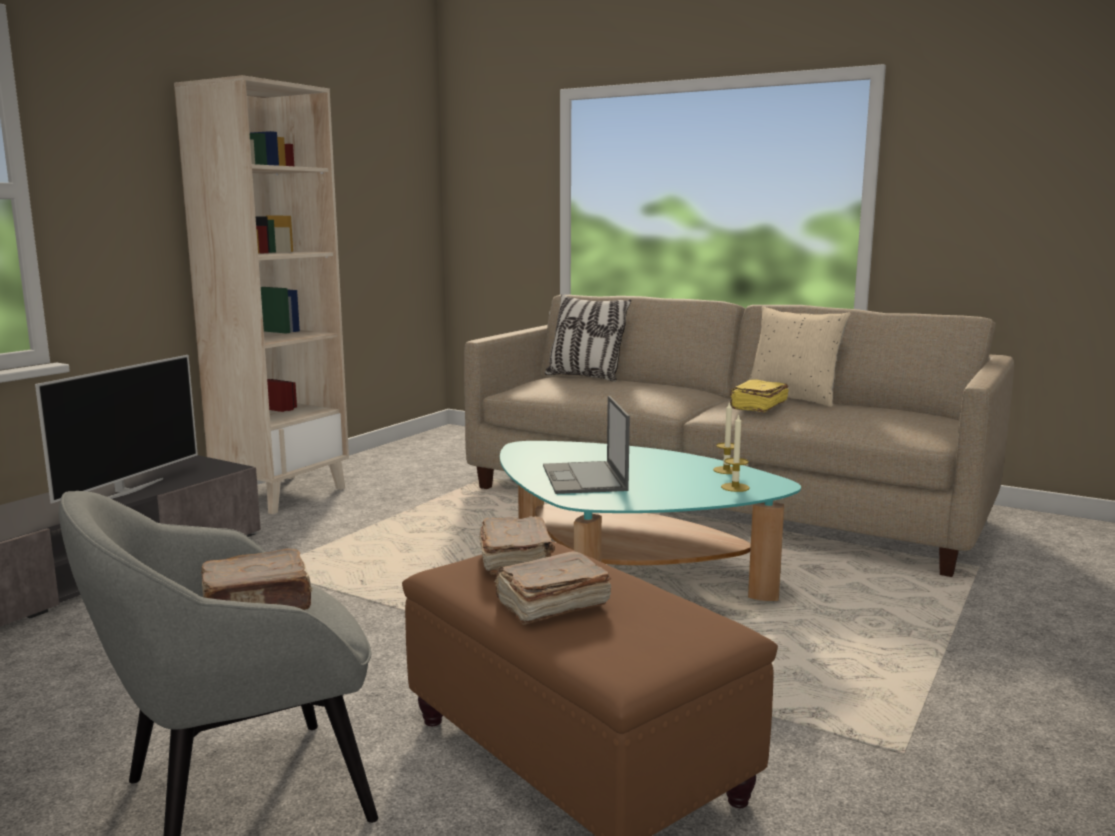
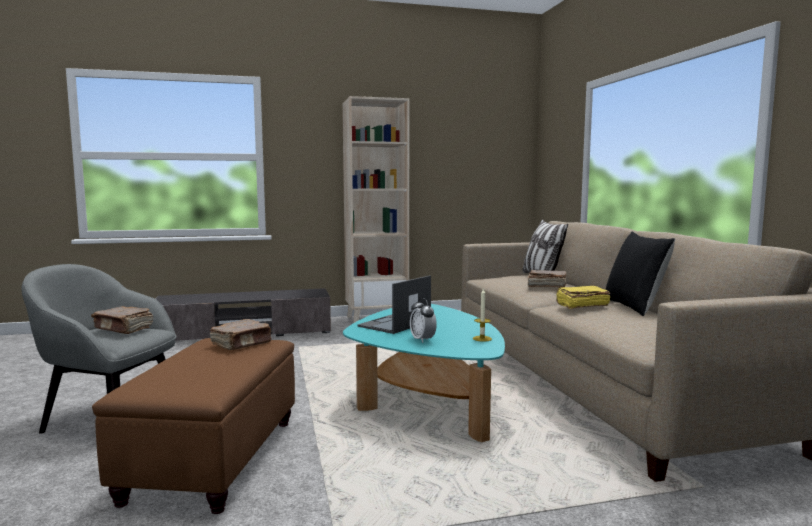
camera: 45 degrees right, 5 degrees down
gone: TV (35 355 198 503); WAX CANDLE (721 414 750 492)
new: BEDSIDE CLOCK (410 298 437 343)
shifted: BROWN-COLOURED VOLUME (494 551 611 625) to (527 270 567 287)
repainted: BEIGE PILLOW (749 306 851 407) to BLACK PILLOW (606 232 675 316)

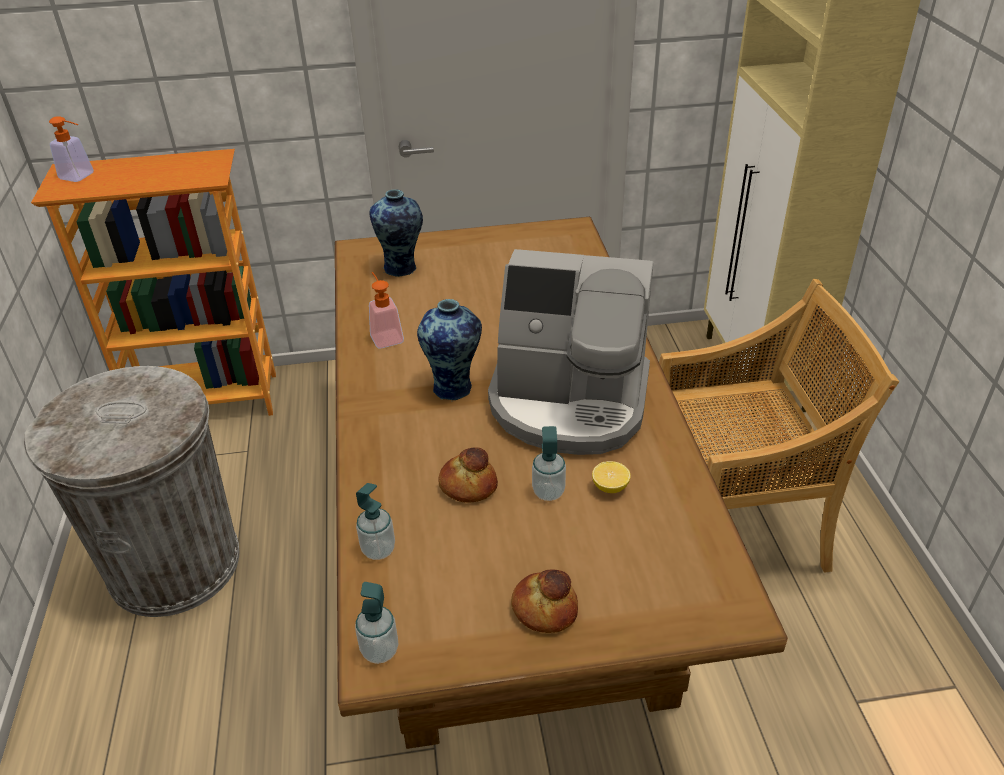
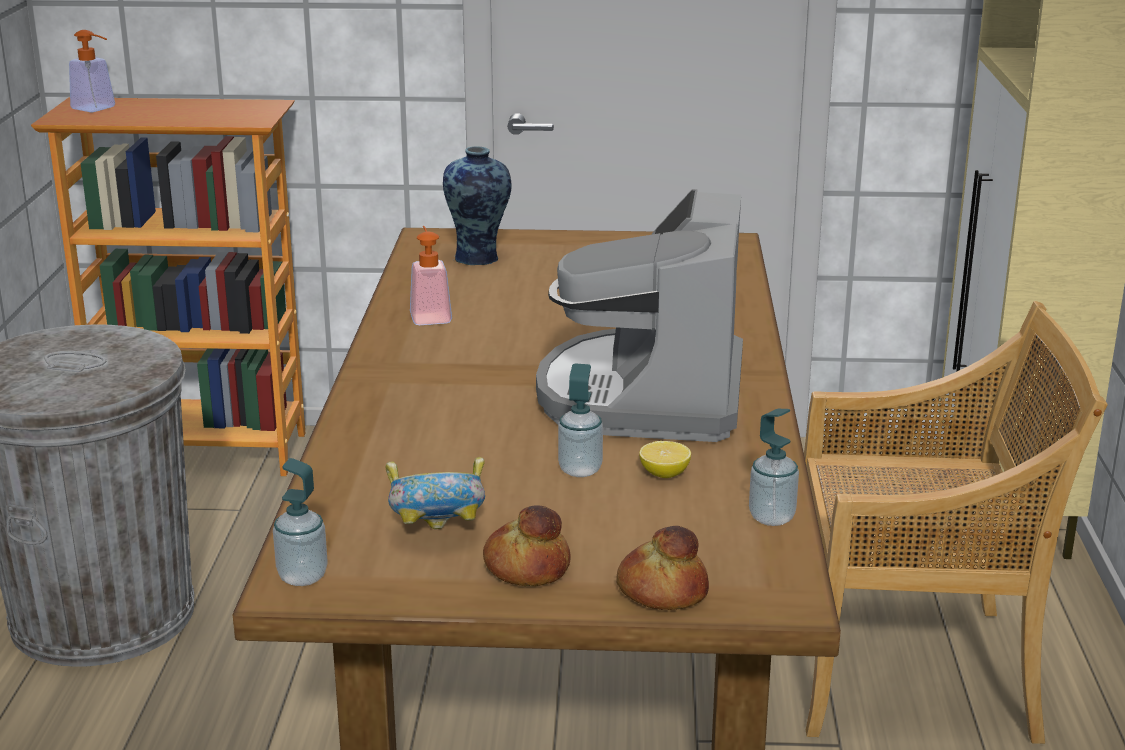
camera: 10 degrees right, 15 degrees down
gone: VASE (417 299 482 402)
new: SERVING BOWL (386 457 485 529)
shifted: SOAP DISPENSER (356 483 395 560) to (749 409 799 526); BAKED BREAD (438 447 498 503) to (616 526 709 610)
rotated: COFFEE MAKER (488 249 653 455) = (536 189 743 442) 75 degrees clockwise

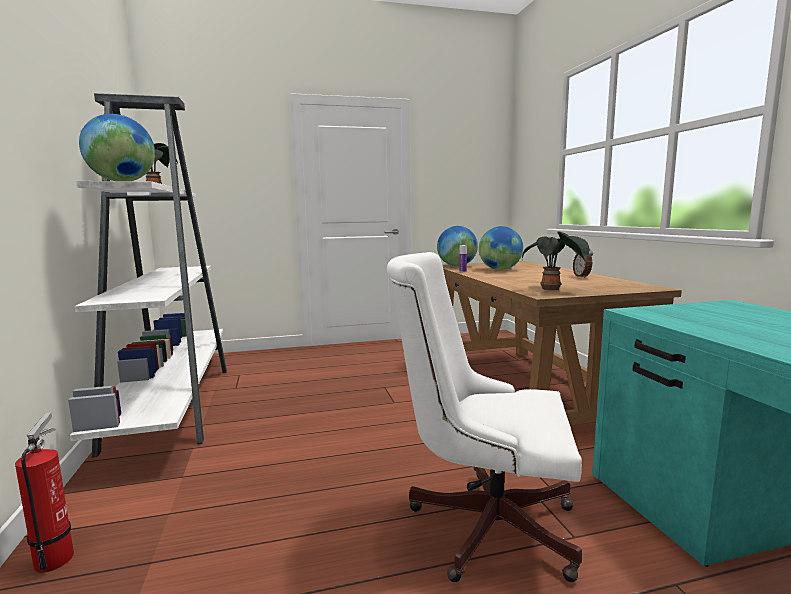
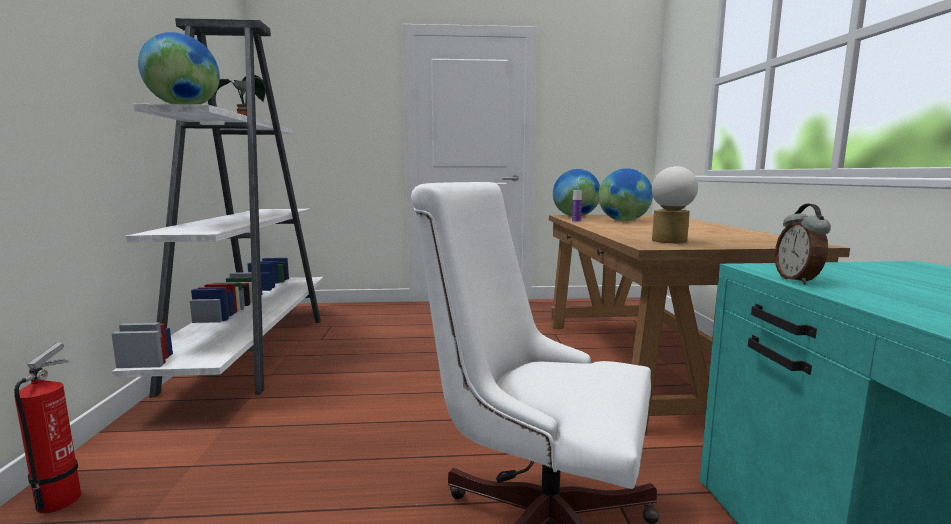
camera: 10 degrees right, 0 degrees up
shifted: BEDSIDE CLOCK (573 249 593 278) to (775 203 831 284)
swapped: POTTED PLANT (522 232 589 290) to TABLE LAMP (652 166 698 243)

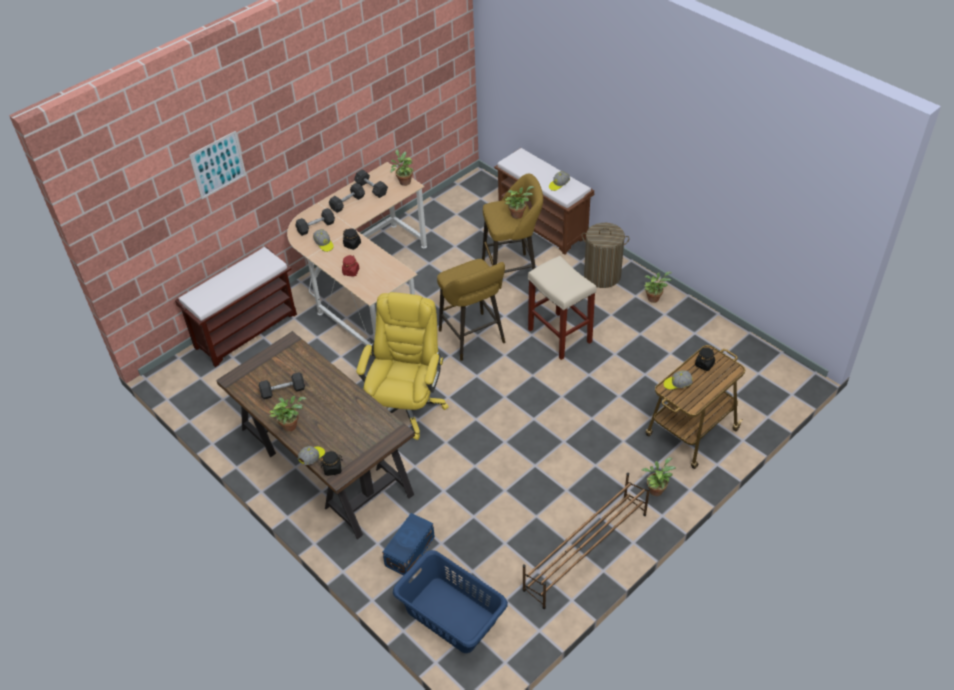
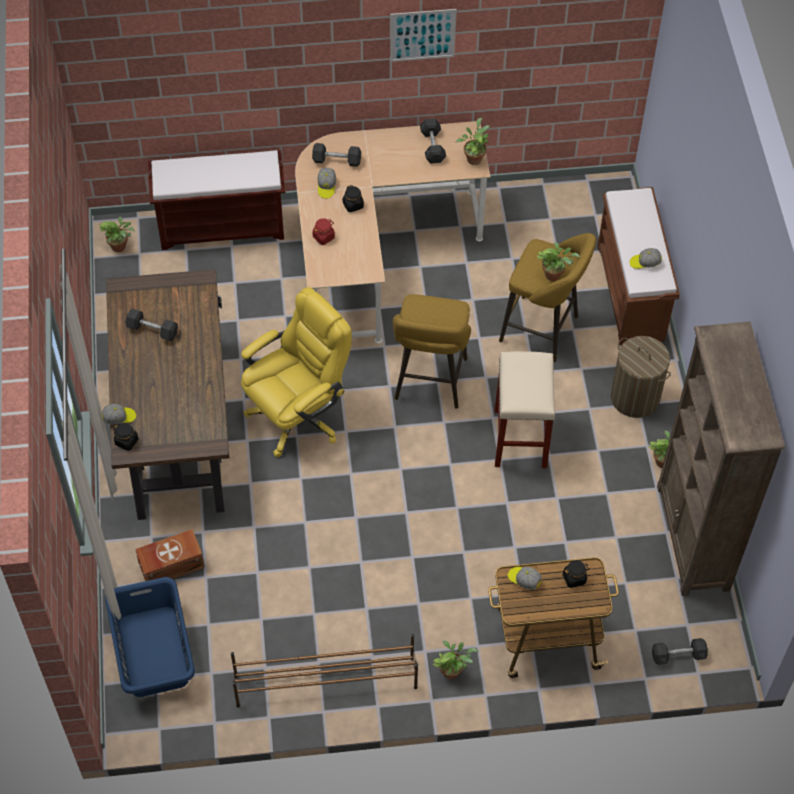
camera: 35 degrees right, 10 degrees up
new: BROWN-COLOURED BOOKSHELF (657 322 785 596)
shifted: PICTURE (189 131 246 199) to (390 9 457 62); POTTED PLANT (269 396 307 432) to (99 216 135 252); GREY DUMBBELL (329 183 365 213) to (652 638 708 665)
repainted: BLUISH STORAGE BIN (382 513 435 576) to BROWN-COLOURED STORAGE BIN (135 529 205 581)

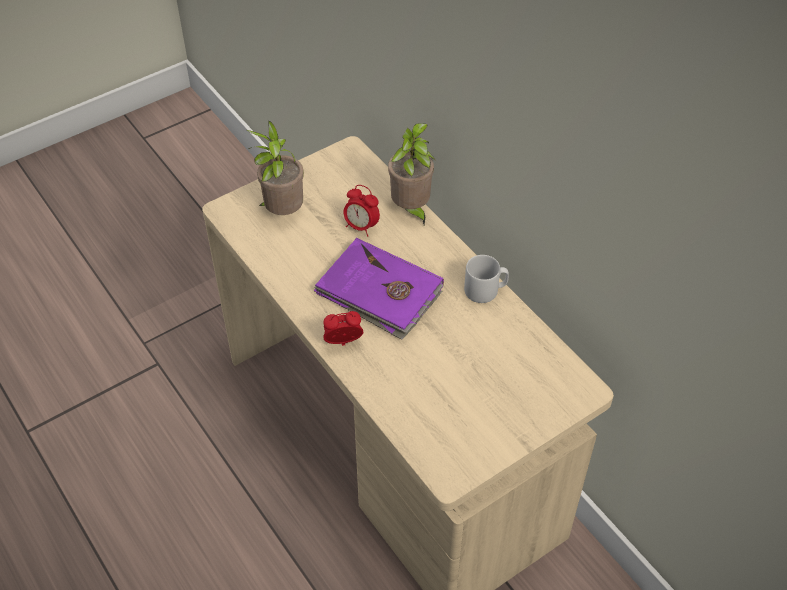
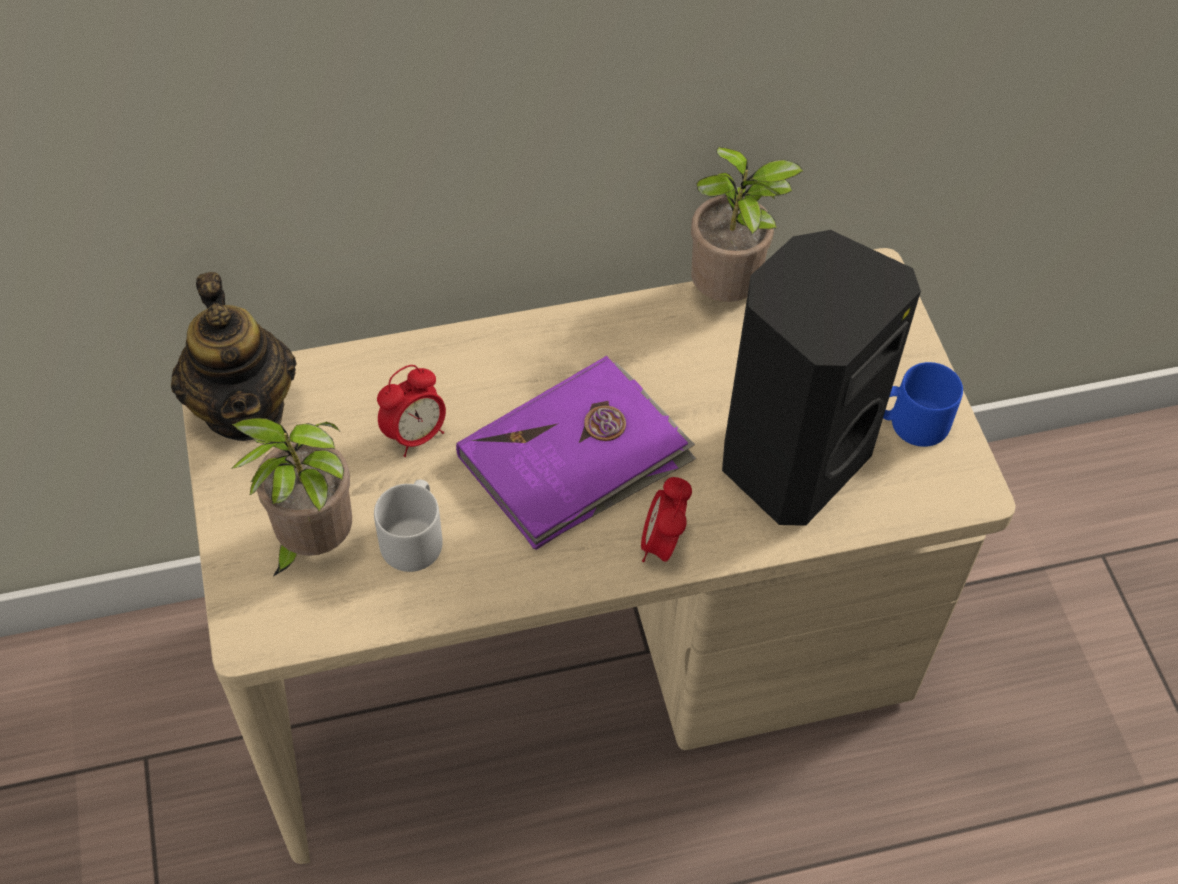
camera: 70 degrees left, 5 degrees up
new: POT FOR TEA (171 272 296 441); BLACK SPEAKER (722 230 921 526); BLUISH TEA MUG (883 362 963 447)
shifted: POTTED PLANT (388 123 435 225) to (691 147 804 302); GREY TEA MUG (464 255 509 303) to (374 480 443 572)

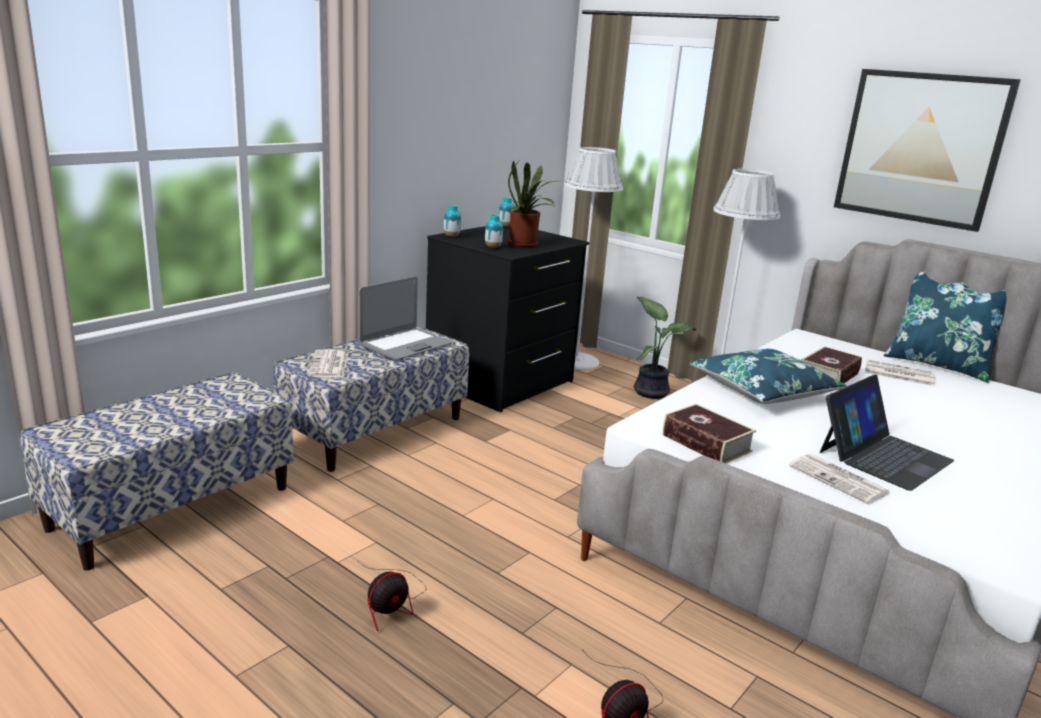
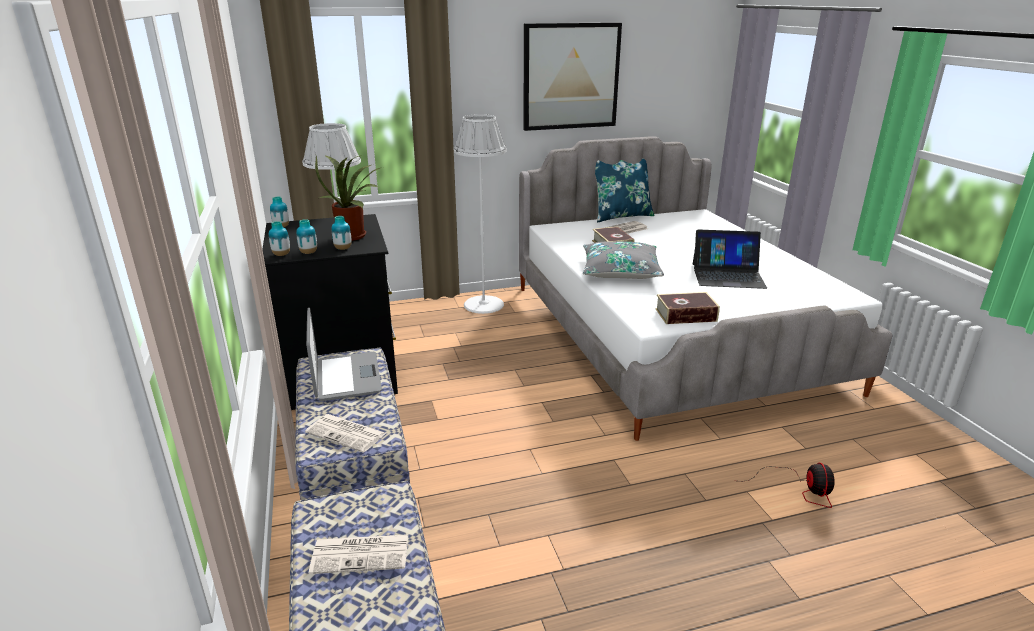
camera: 55 degrees left, 5 degrees up
gone: ELECTRIC FAN (358 561 426 631); POTTED PLANT (634 297 696 399)
new: VASE (296 219 317 254)
shifted: DAILY PAPER (789 454 891 504) to (309 534 408 574)
repainted: BLUISH PILLOW (690 349 847 404) to GREY PILLOW (583 241 664 279)
rotated: PORTABLE COMPUTER (820 375 954 491) = (693 229 767 289) 105 degrees clockwise

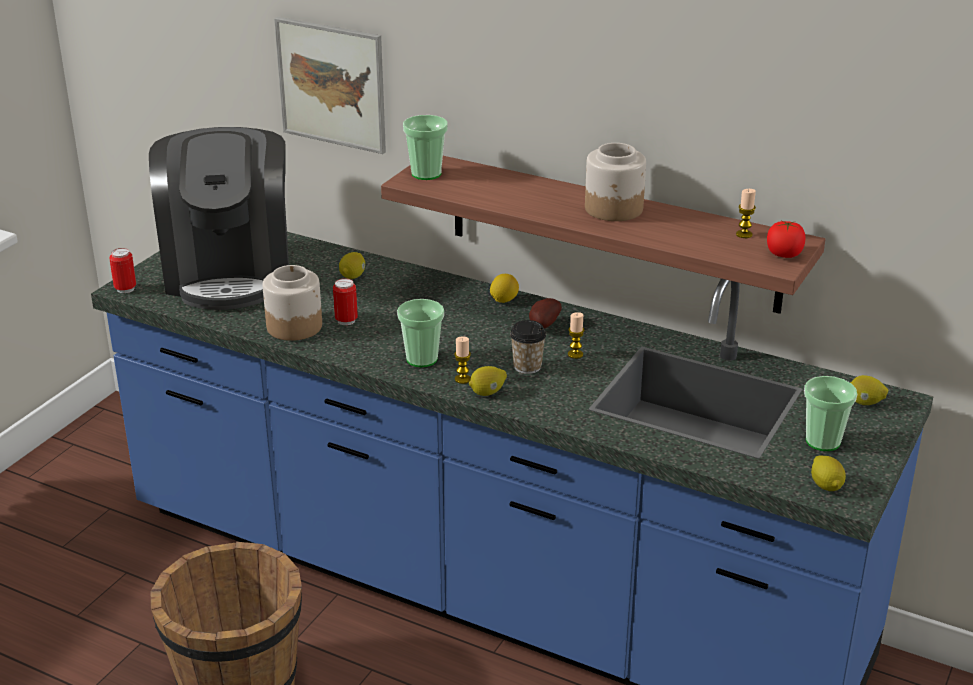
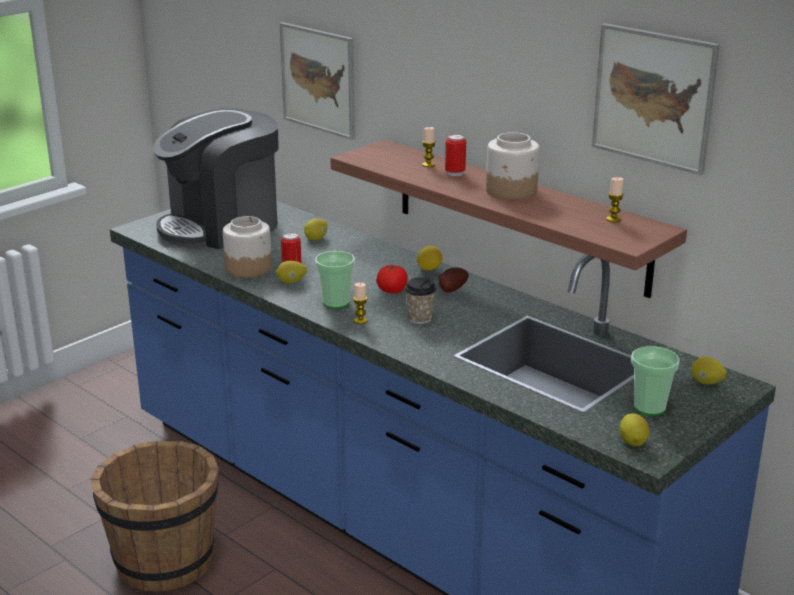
camera: 15 degrees right, 5 degrees down
gone: CUP (403 115 448 180)
new: PICTURE (592 23 720 175)
shifted: METAL CAN (109 248 136 293) to (445 134 466 176); WHOLE LEMON (469 366 507 396) to (275 261 307 284); WAX CANDLE (568 312 584 359) to (422 127 436 167); TOMATO (767 221 806 258) to (377 265 408 293)
rotated: COFFEE MAKER (149 127 289 310) = (153 108 279 249) 45 degrees clockwise

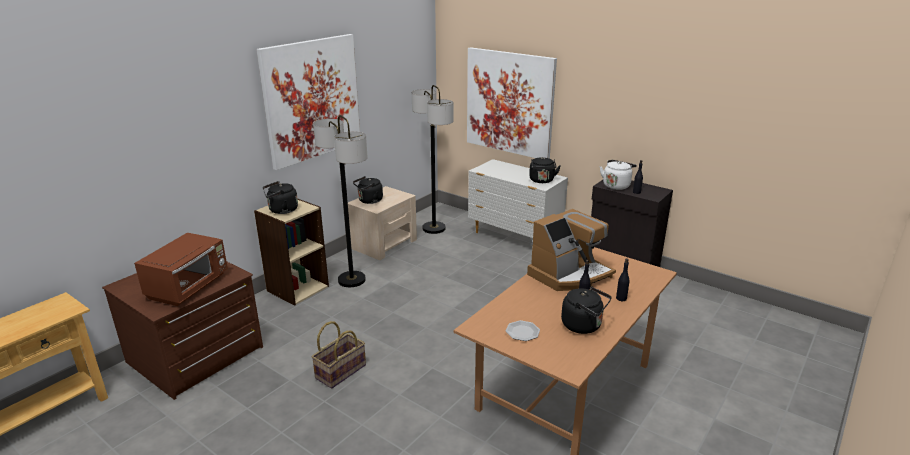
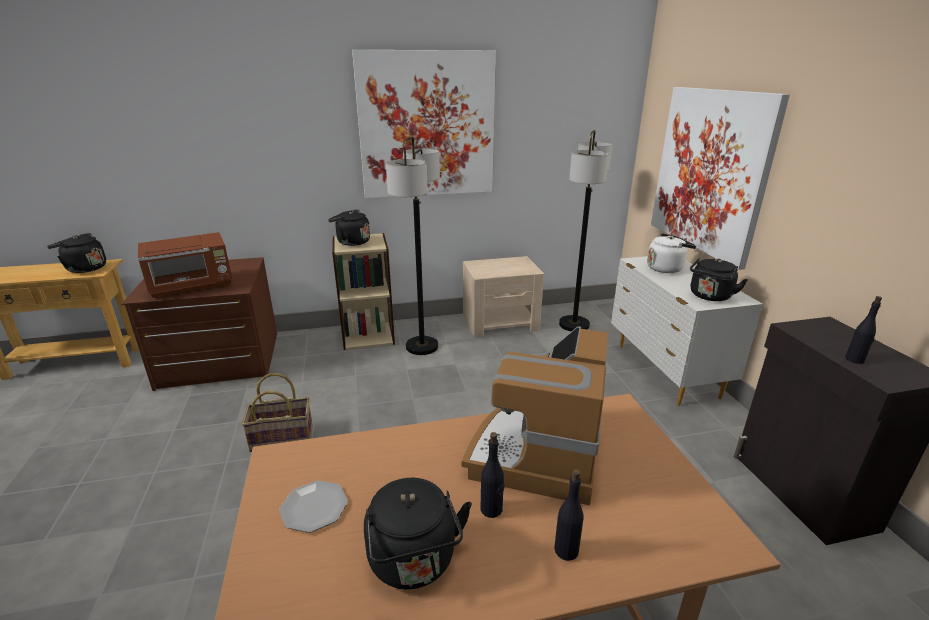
camera: 40 degrees right, 0 degrees up
shifted: BLACK KETTLE (353 176 383 204) to (47 233 106 273); WHITISH KETTLE (600 160 637 190) to (647 233 696 273)
rotated: COFFEE MAKER (527 209 616 291) = (462 326 608 505) 105 degrees clockwise

